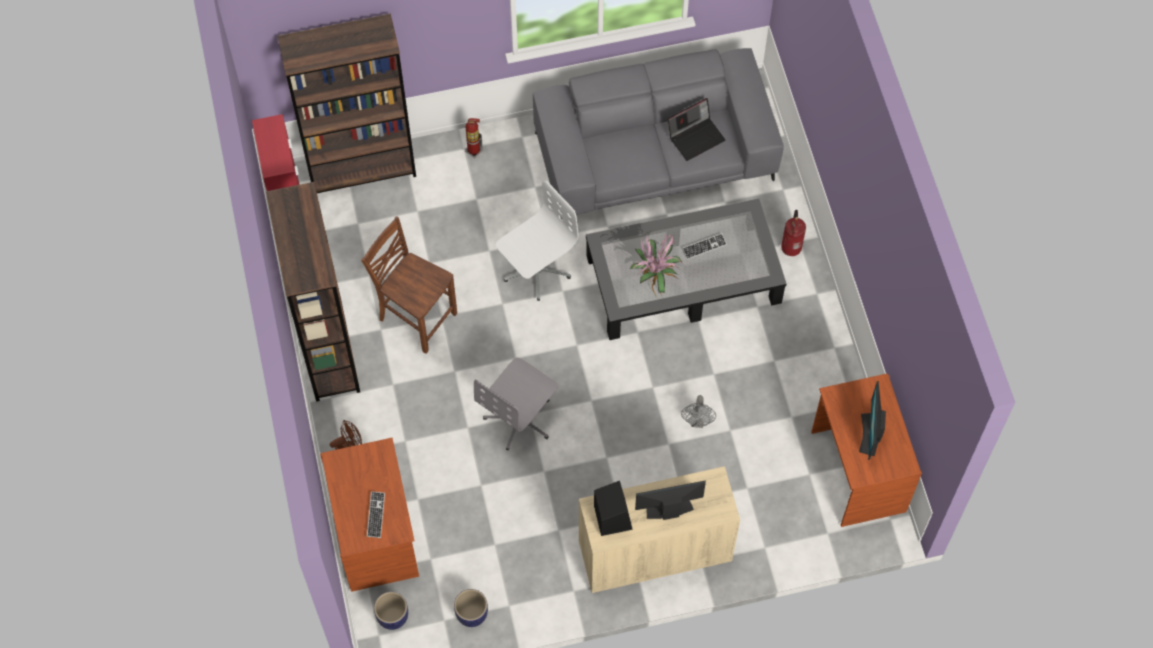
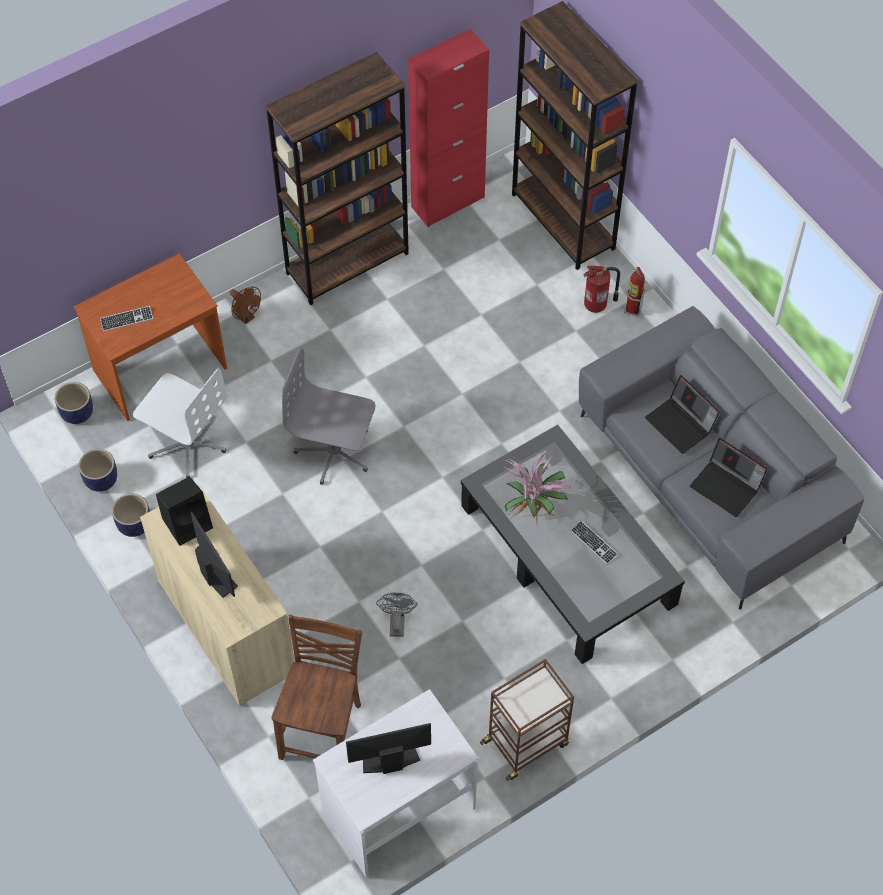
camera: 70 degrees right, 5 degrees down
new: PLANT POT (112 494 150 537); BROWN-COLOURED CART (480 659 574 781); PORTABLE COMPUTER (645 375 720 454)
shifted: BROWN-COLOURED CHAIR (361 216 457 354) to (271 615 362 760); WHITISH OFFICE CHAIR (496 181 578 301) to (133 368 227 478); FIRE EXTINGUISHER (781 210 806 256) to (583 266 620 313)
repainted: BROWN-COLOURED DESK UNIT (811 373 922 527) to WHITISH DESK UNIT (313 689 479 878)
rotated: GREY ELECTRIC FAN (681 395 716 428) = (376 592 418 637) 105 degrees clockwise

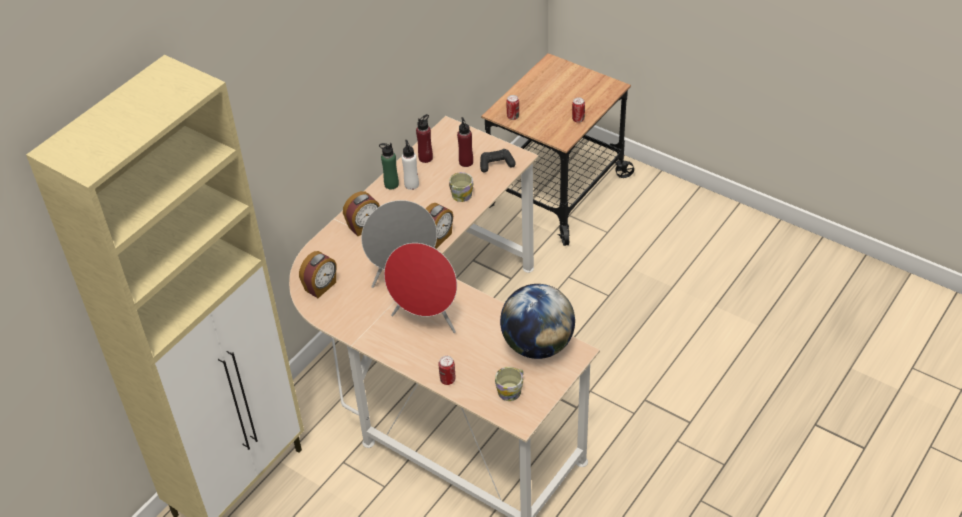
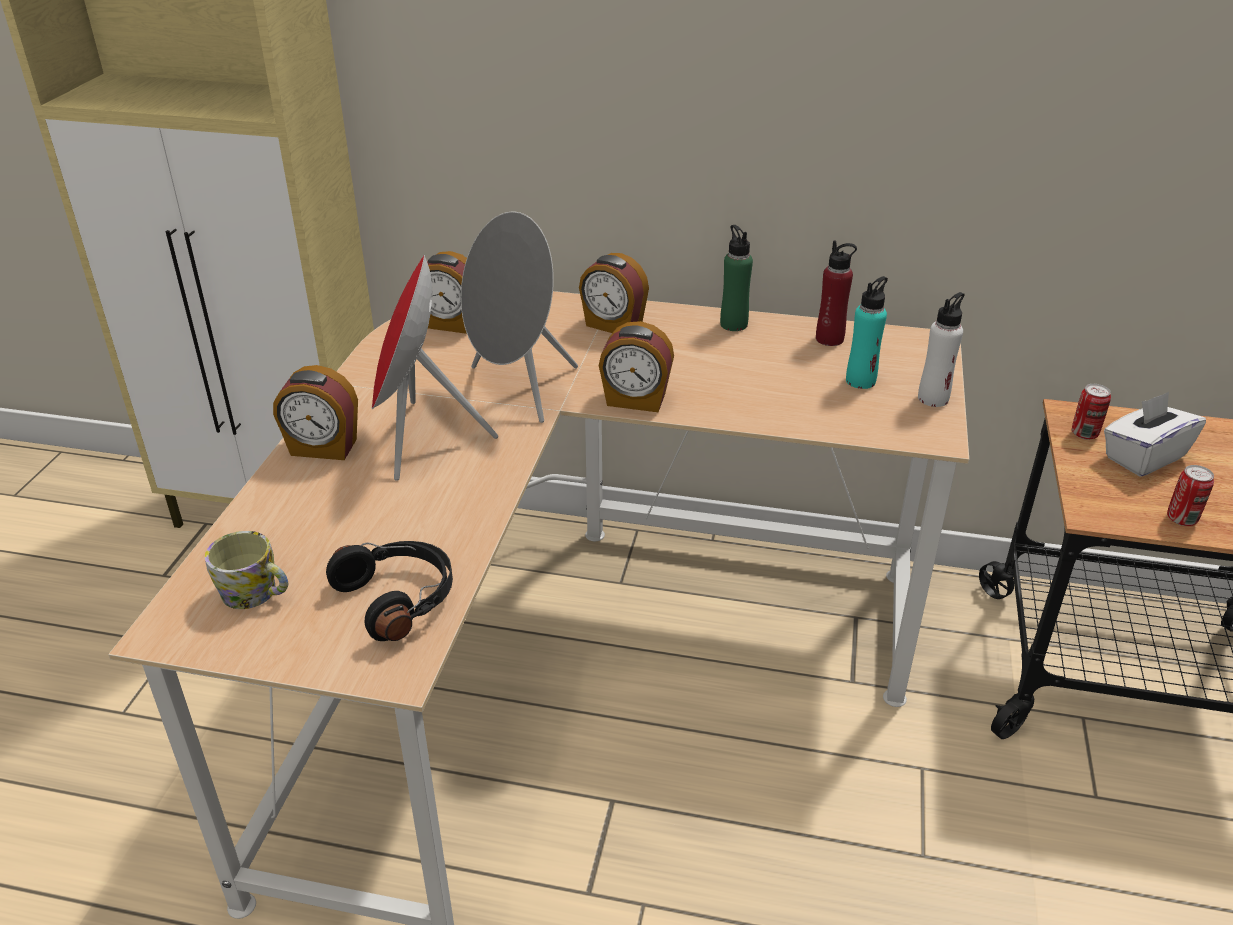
camera: 65 degrees right, 10 degrees down
gone: METAL CAN (438 356 455 385); TEA MUG (449 172 473 202); BLACK GAMEPAD (480 149 516 173)
new: BEDSIDE CLOCK (273 365 358 460); WHITISH TISSUE HOLDER (1104 392 1206 477)
shifted: WHITISH DRINK BOTTLE (402 140 419 190) to (918 292 965 407)
swapped: DESK GLOBE (500 284 575 359) to BLACK HEADSET (326 541 453 641)
repainted: RED-COLOURED DRINK BOTTLE (457 117 473 167) to TURQUOISE DRINK BOTTLE (846 276 888 389)

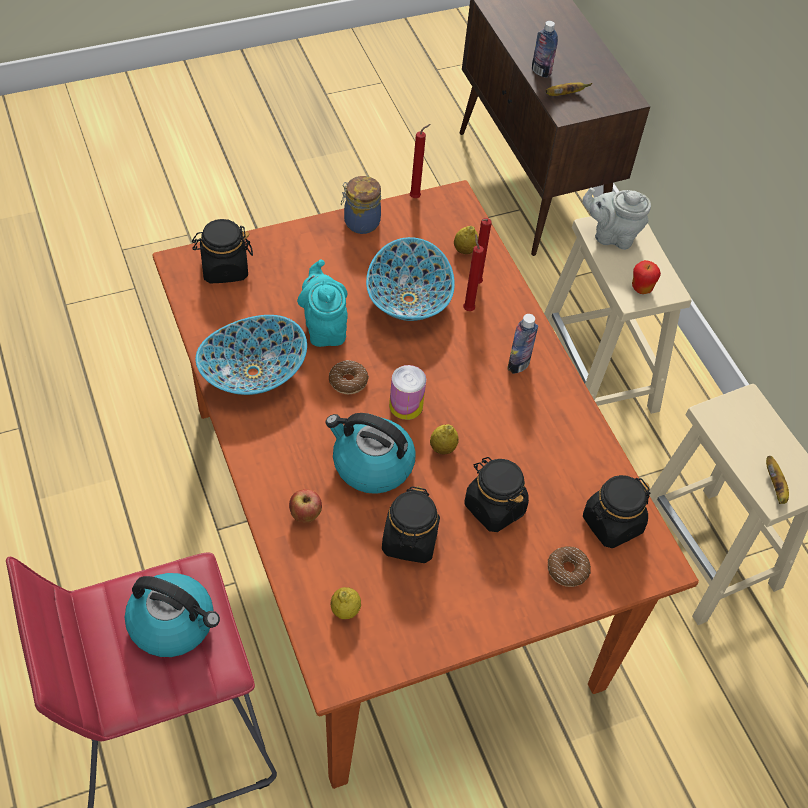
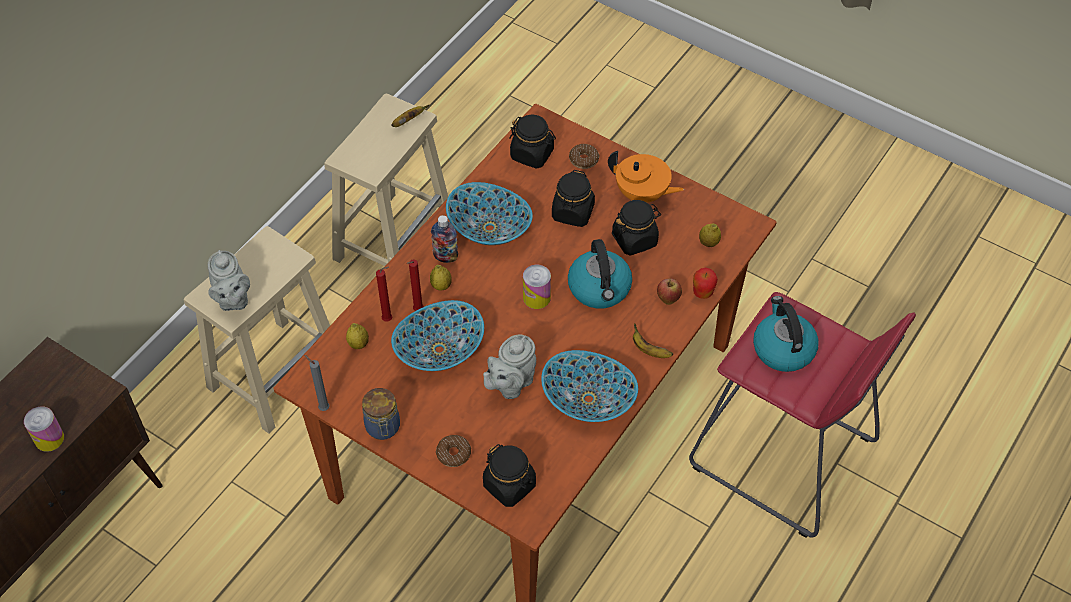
camera: 120 degrees left, 0 degrees up
new: SERVING BOWL (446 182 533 245); ORANGEY POT FOR TEA (608 151 684 203)
shifted: DOUGHNUT (329 360 369 394) to (436 435 471 467); WHOLE LEMON (430 424 459 455) to (430 265 452 291); WHOLE BANANA (546 82 592 96) to (633 323 673 358); APPLE FRUIT (632 260 661 294) to (693 268 718 299)
swapped: DRINK BOTTLE (532 21 558 78) to METAL CAN (24 406 64 452)
repainted: TURQUOISE POT FOR TEA (297 260 348 347) to GREY POT FOR TEA (483 334 536 399); RED-COLOURED WAX CANDLE (409 124 430 198) to GREY WAX CANDLE (304 355 330 411)

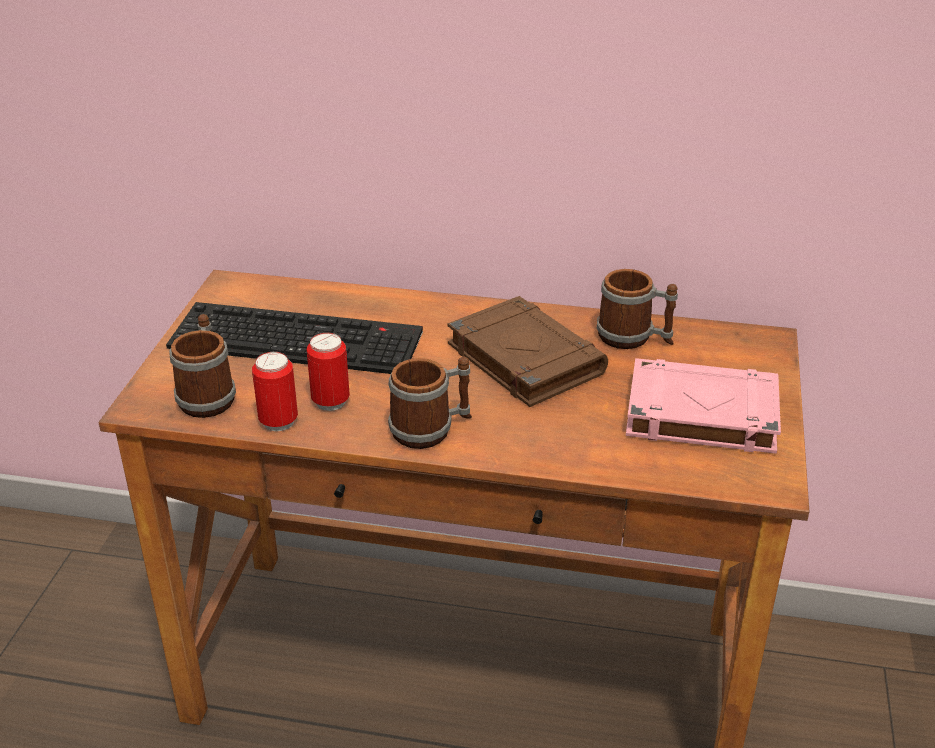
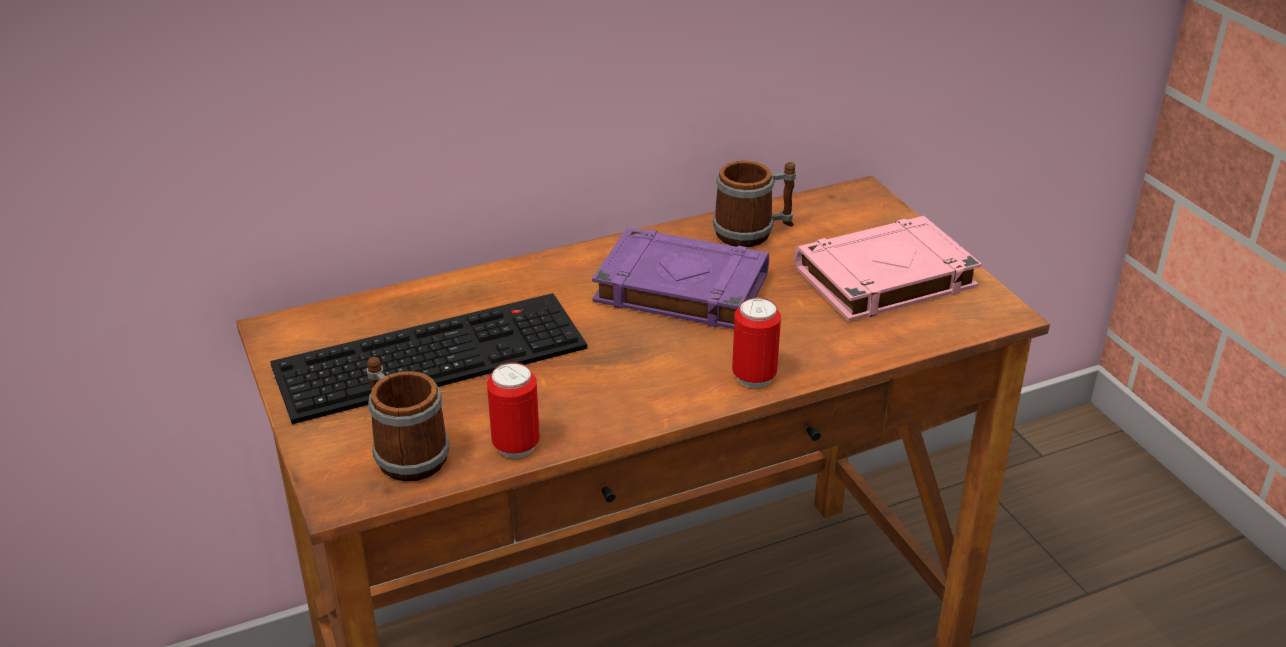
camera: 35 degrees left, 0 degrees up
gone: TEA MUG (388 357 472 449)
shifted: METAL CAN (307 333 350 411) to (732 297 781 388)
repainted: BROWN-COLOURED VOLUME (447 296 608 407) to PURPLE VOLUME (592 227 769 329)

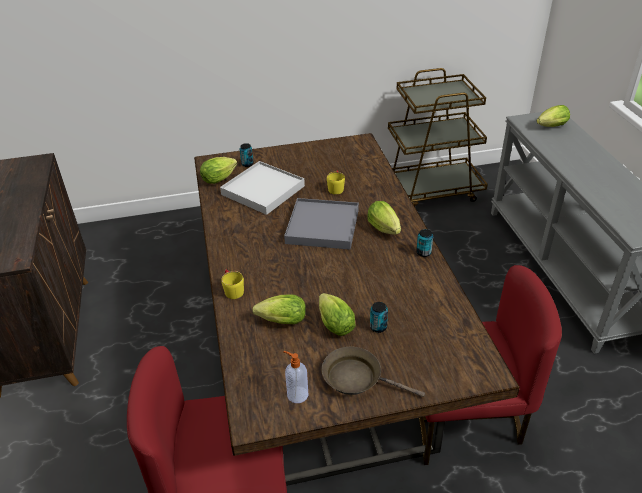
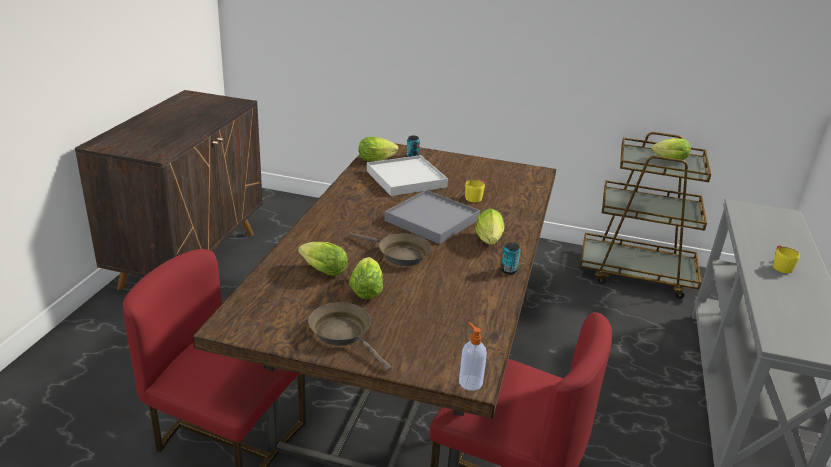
camera: 25 degrees right, 10 degrees down
gone: METAL CAN (370 302 388 333)
new: BROWN-COLOURED FRYING PAN (349 232 431 266)
shifted: YELLOW TEA MUG (221 270 244 299) to (773 245 800 273); SOAP DISPENSER (283 351 308 403) to (459 322 487 391); HEAD OF LETTUCE (537 105 570 127) to (652 138 691 160)

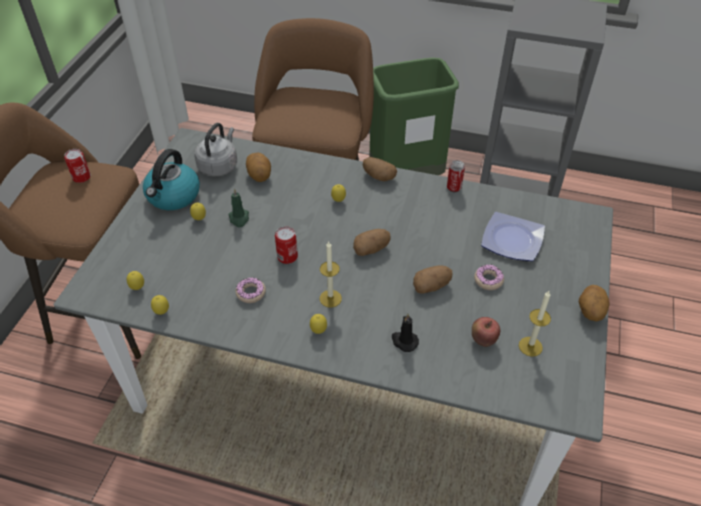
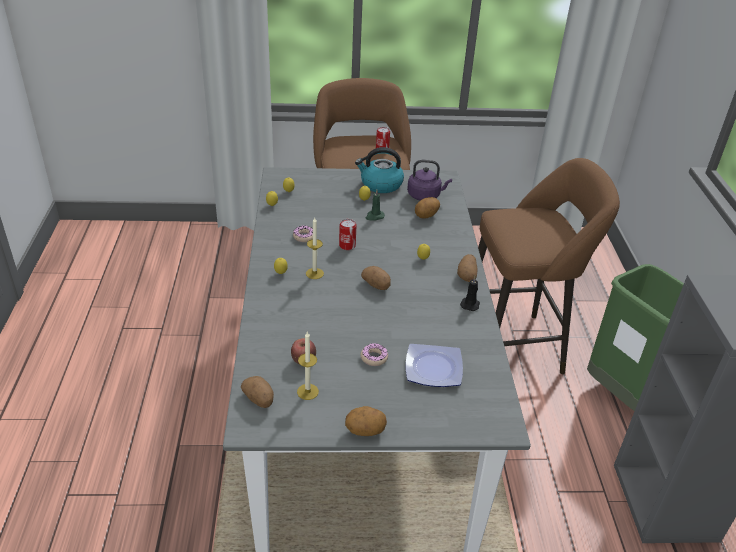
camera: 70 degrees right, 10 degrees down
gone: METAL CAN (447 160 465 192)
shifted: BLACK WAX CANDLE (392 314 419 352) to (460 276 480 311); SPUD (413 265 453 294) to (241 376 274 408)
repainted: GREY KETTLE (195 123 237 177) to PURPLE KETTLE (407 160 452 201)

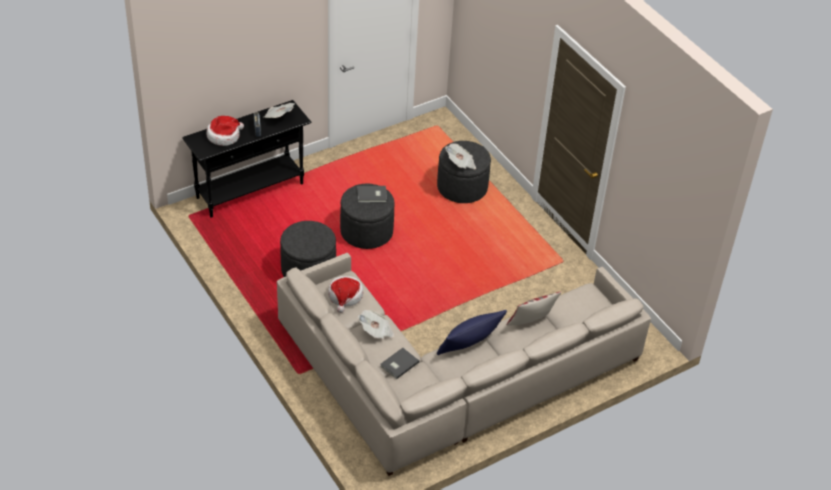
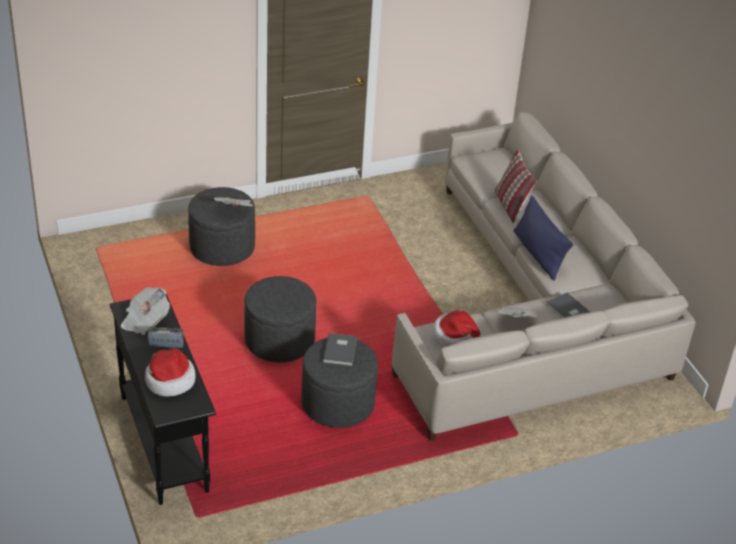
camera: 80 degrees left, 5 degrees down
shifted: GREY VOLUME (358 186 387 202) to (323 333 357 366)

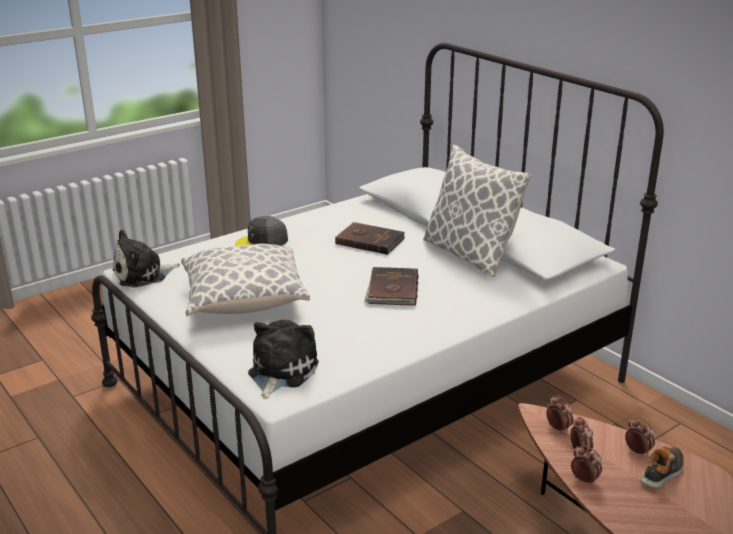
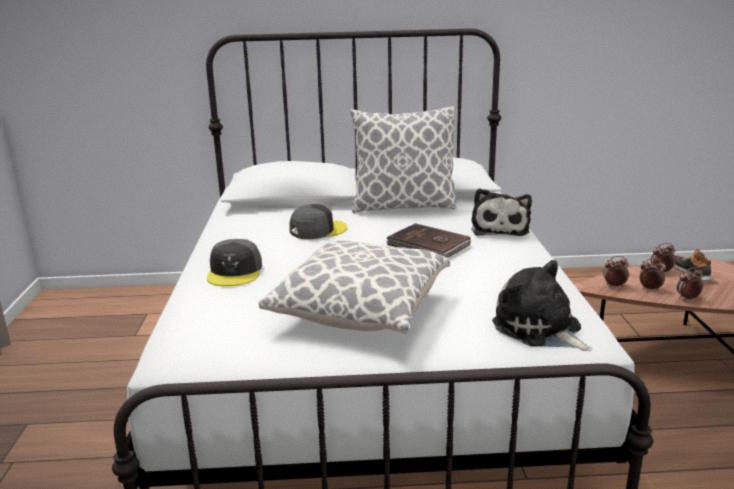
camera: 55 degrees left, 5 degrees down
shifted: PLUSH TOY (112 229 180 288) to (471 188 532 236)
swapped: BROWN-COLOURED VOLUME (335 222 406 255) to GREY CAP (289 204 347 239)

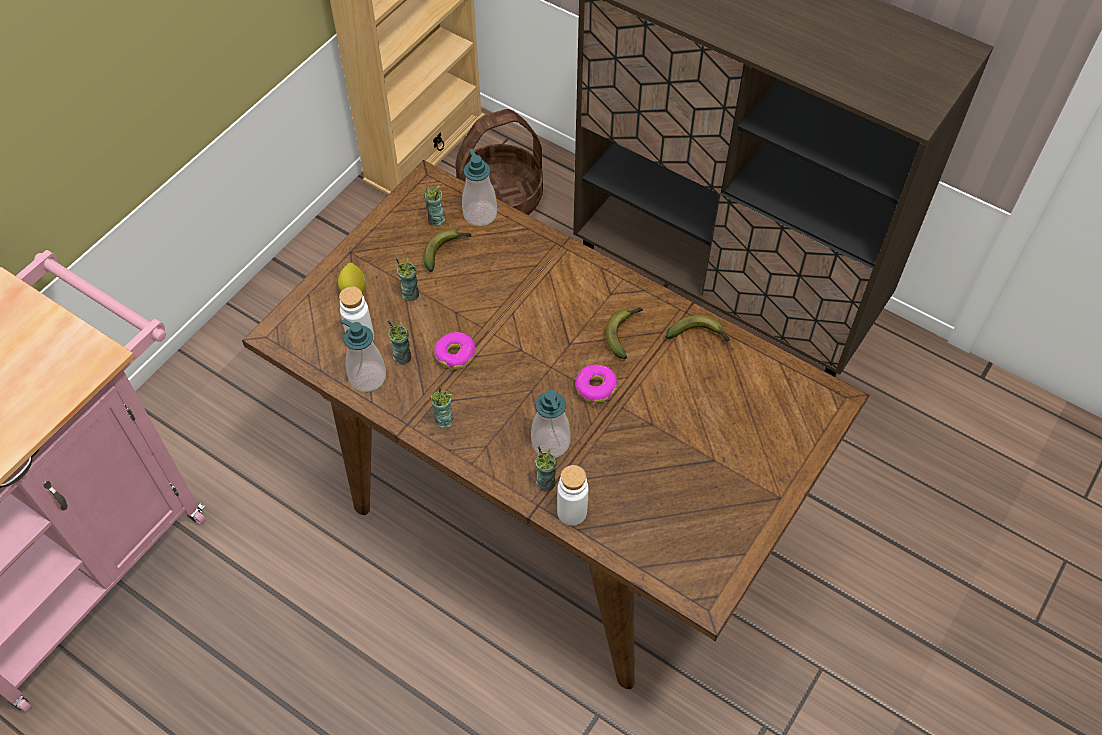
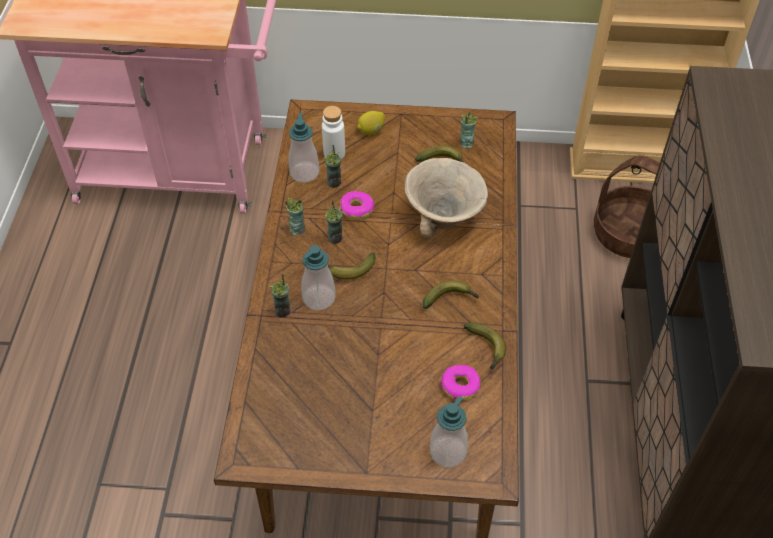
camera: 60 degrees right, 5 degrees down
gone: WHITISH DRINK BOTTLE (557 465 588 526)
new: WHOLE BANANA (328 252 375 280); BEIGE SERVING BOWL (405 158 488 239)
shifted: CUP (395 257 419 301) to (325 200 343 244); SOAP DISPENSER (462 149 497 226) to (430 396 468 467); DOUGHNUT (576 365 617 403) to (441 365 480 400)

